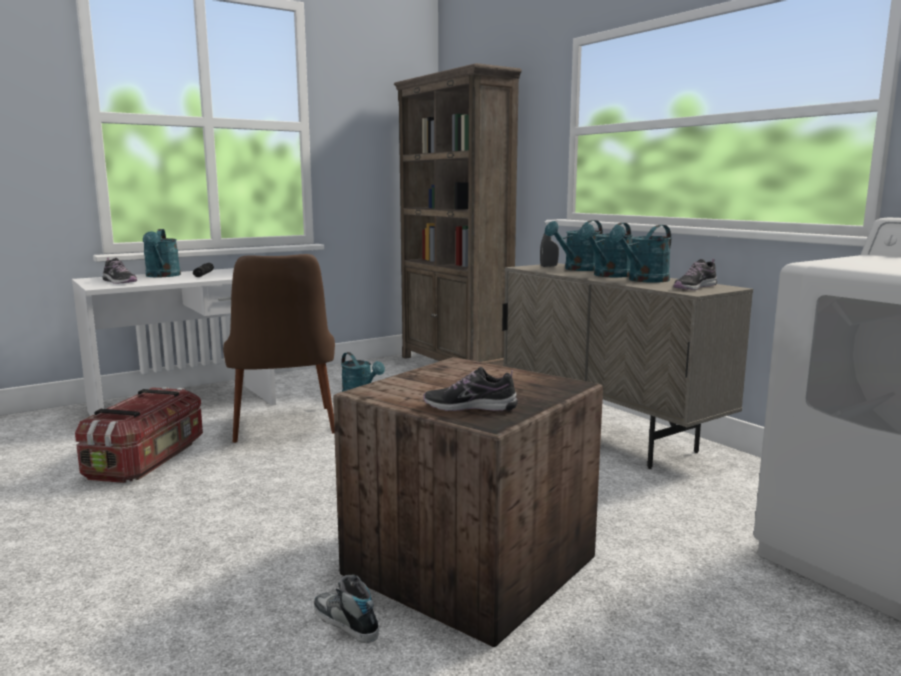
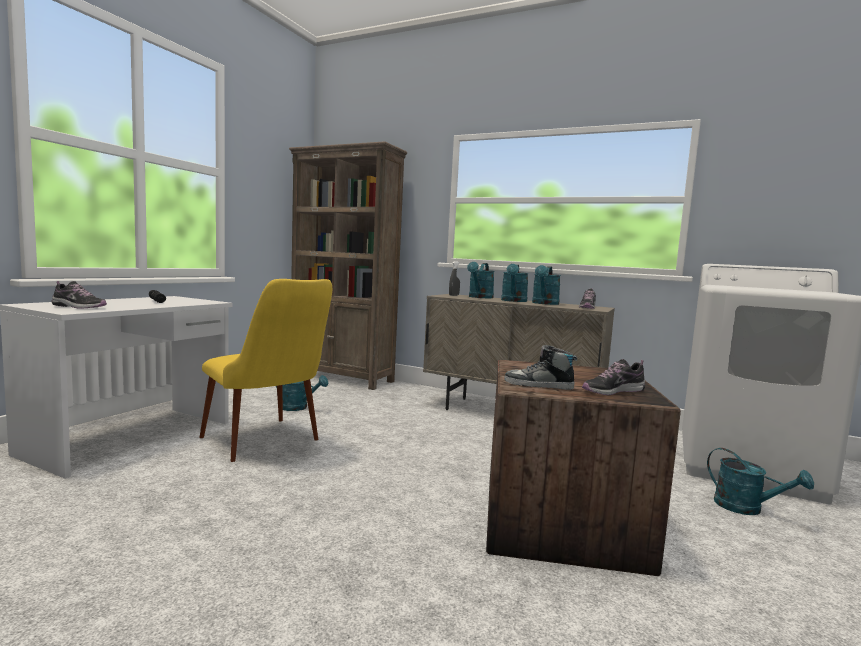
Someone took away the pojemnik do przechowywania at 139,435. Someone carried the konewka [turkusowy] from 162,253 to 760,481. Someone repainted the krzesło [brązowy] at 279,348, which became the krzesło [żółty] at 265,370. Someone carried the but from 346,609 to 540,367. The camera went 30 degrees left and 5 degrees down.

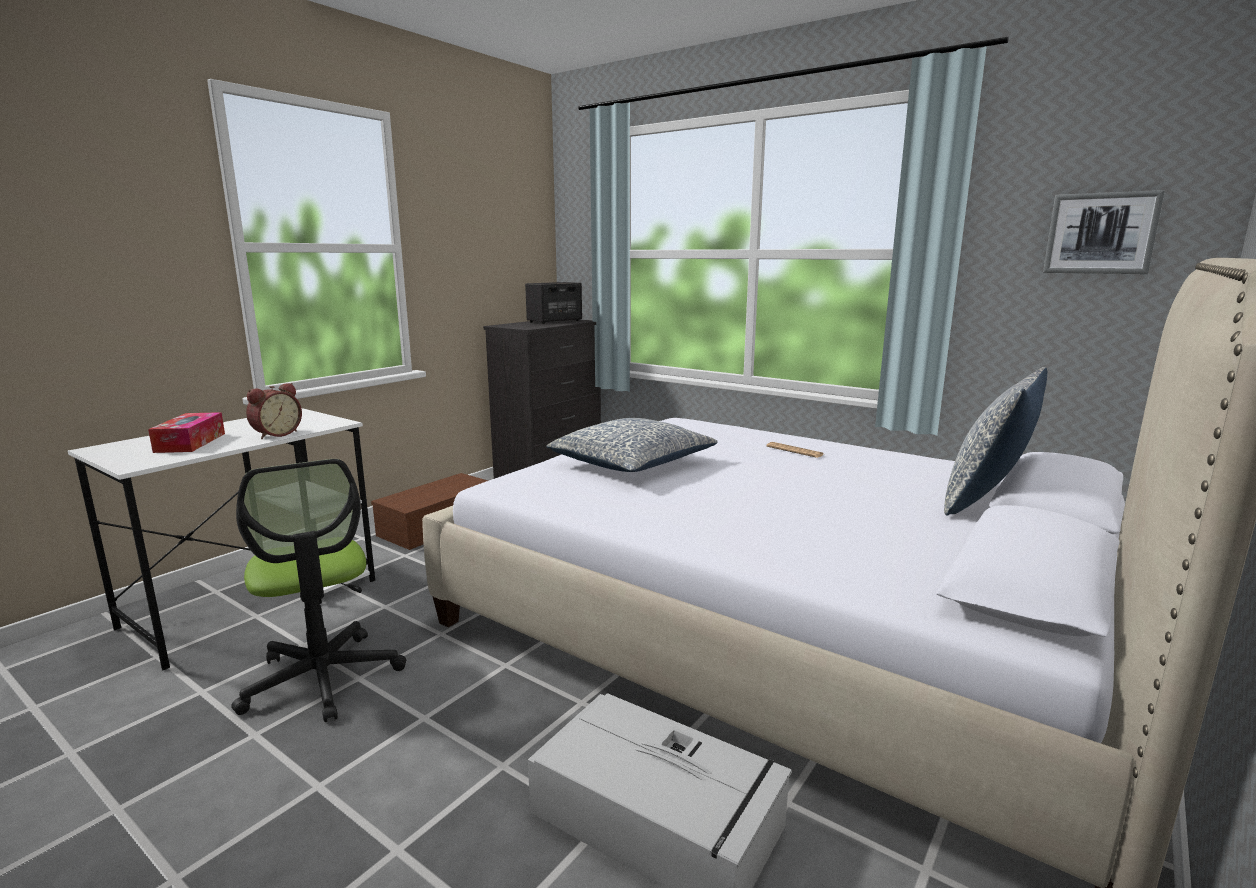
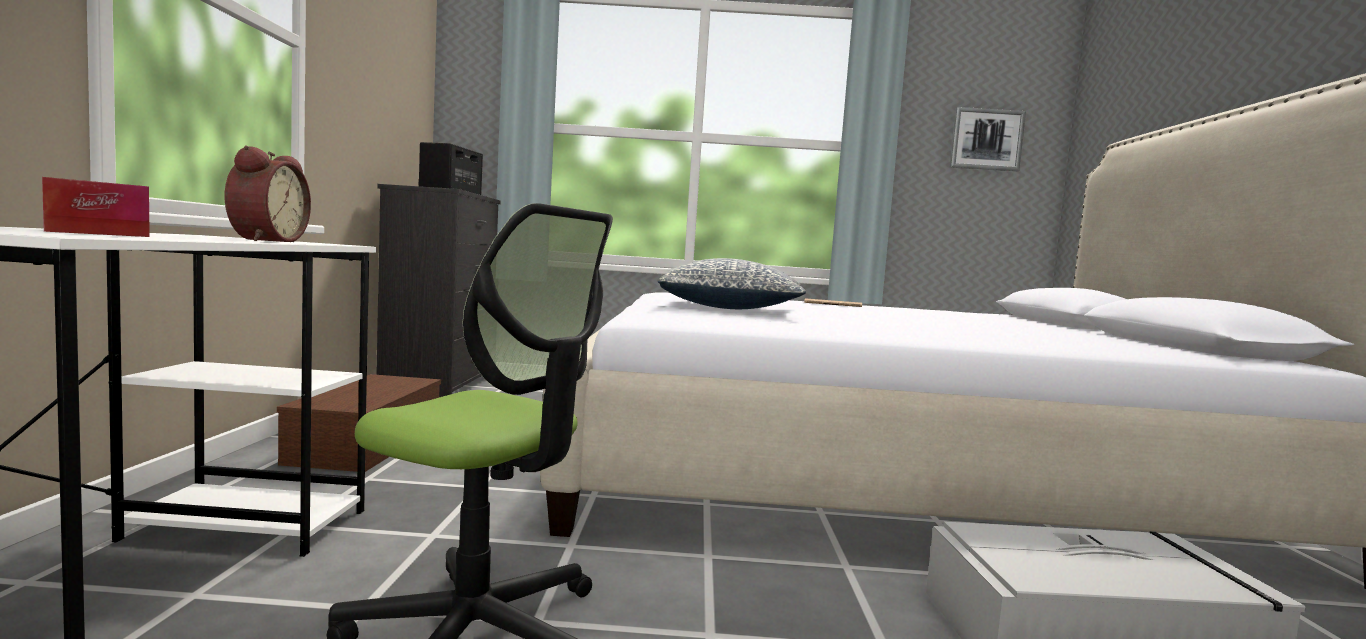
Someone took away the poduszka at 995,441. The camera went 35 degrees left and 10 degrees down.

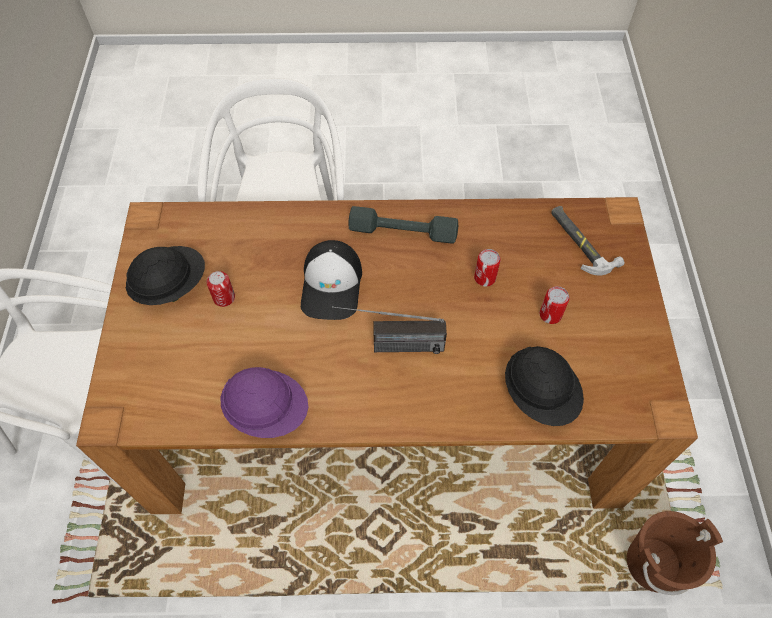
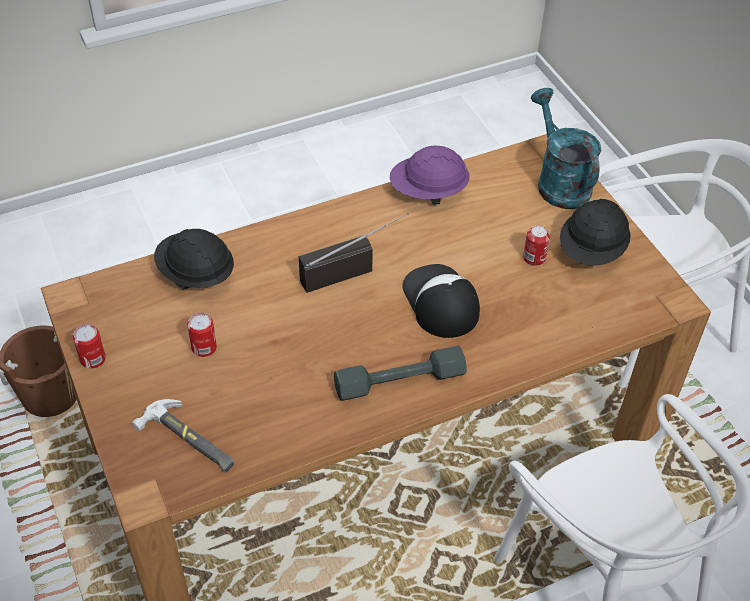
Someone carried the puszka from 487,267 to 89,346. Someone put down the konewka [turkusowy] at 566,148. The camera went 155 degrees right and 10 degrees down.

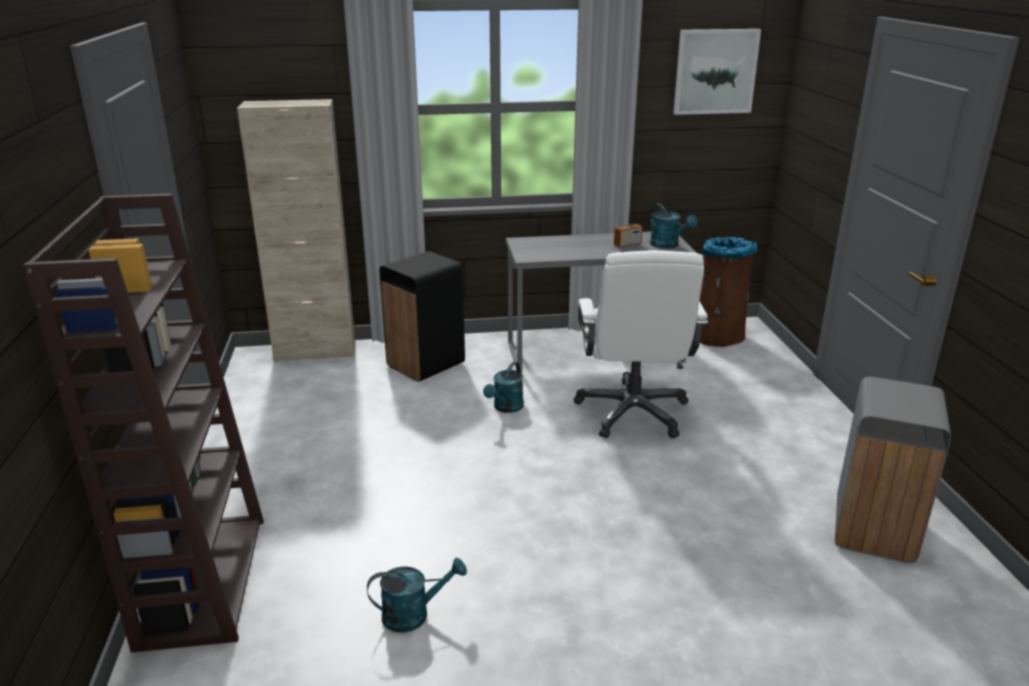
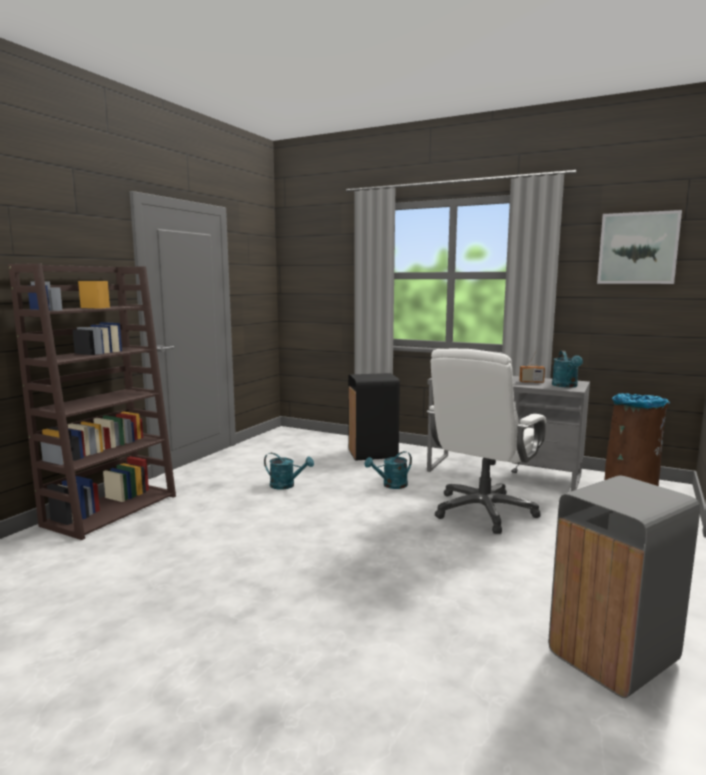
Someone took away the szafka [beżowy] at 296,230. Someone carried the konewka [turkusowy] from 417,595 to 289,471. The camera went 35 degrees right and 15 degrees down.

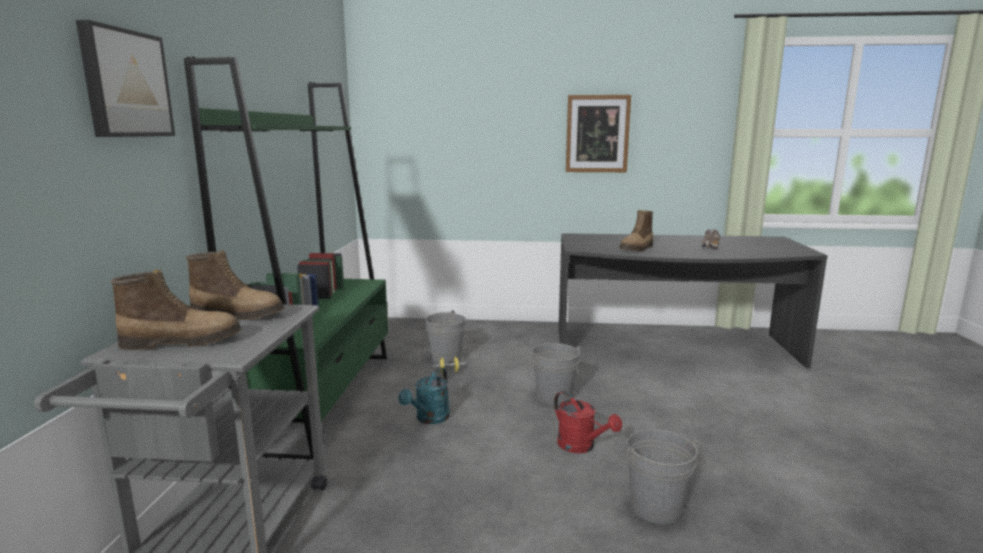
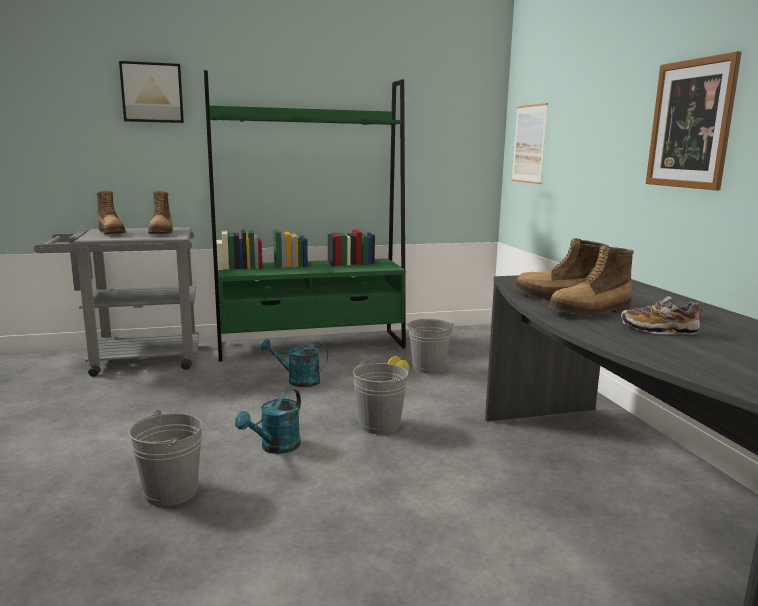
Someone repainted the konewka [czerwony] at 588,422, which became the konewka [turkusowy] at 268,421. Someone put up the obraz at 530,143. Someone put down the but z cholewką at 591,281. The camera went 70 degrees right and 0 degrees up.

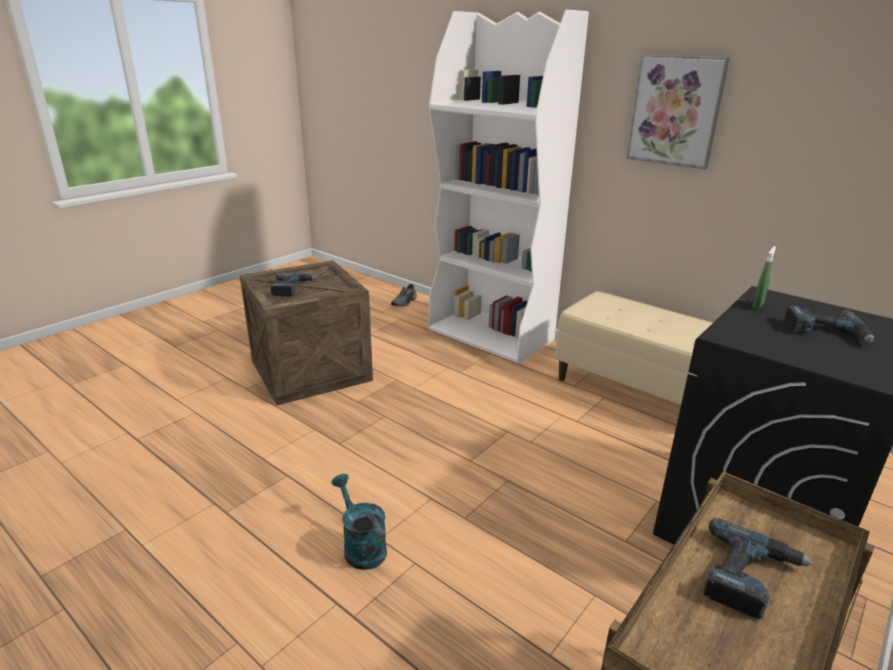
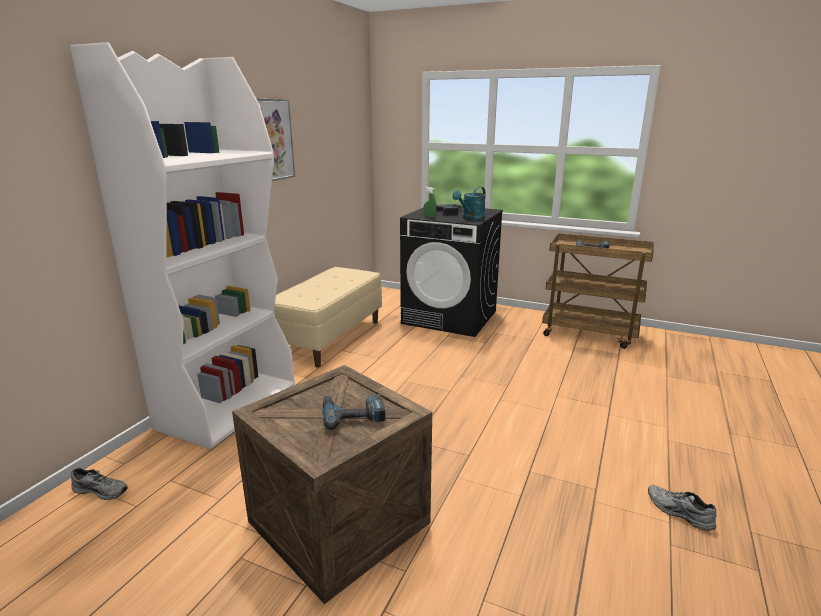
Someone carried the konewka [turkusowy] from 359,522 to 469,204. Someone put down the but [szary] at 682,508. The camera went 105 degrees left and 5 degrees down.

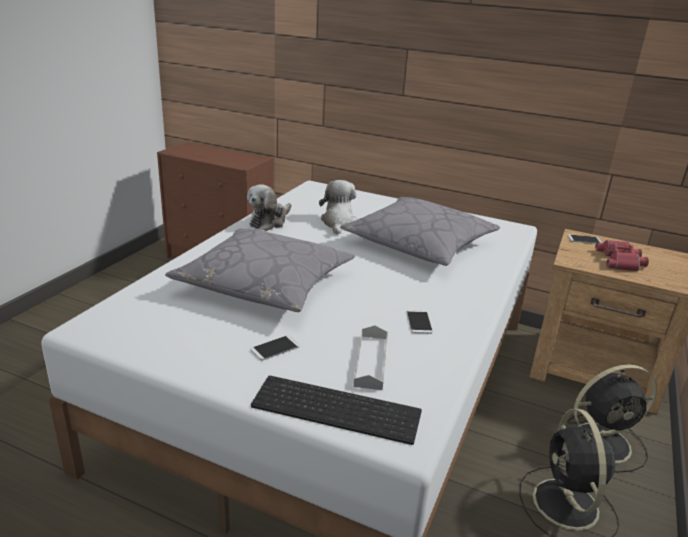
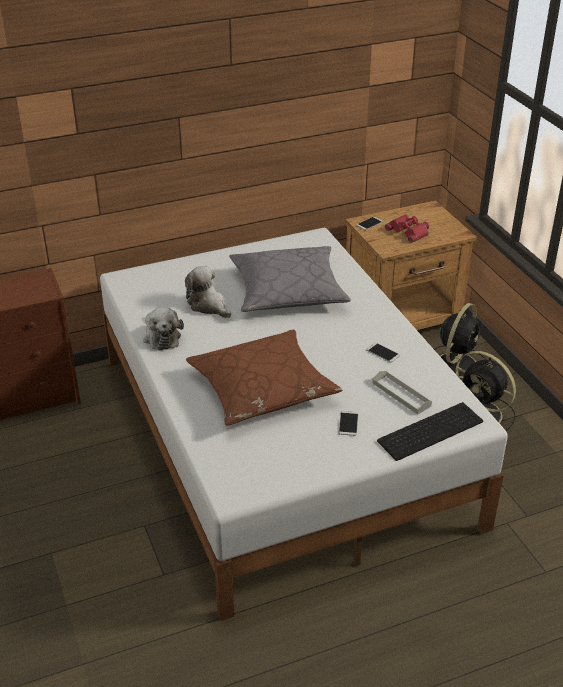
Someone repainted the poduszka [szary] at 260,270, which became the poduszka [brązowy] at 264,377. The camera went 45 degrees left and 10 degrees up.

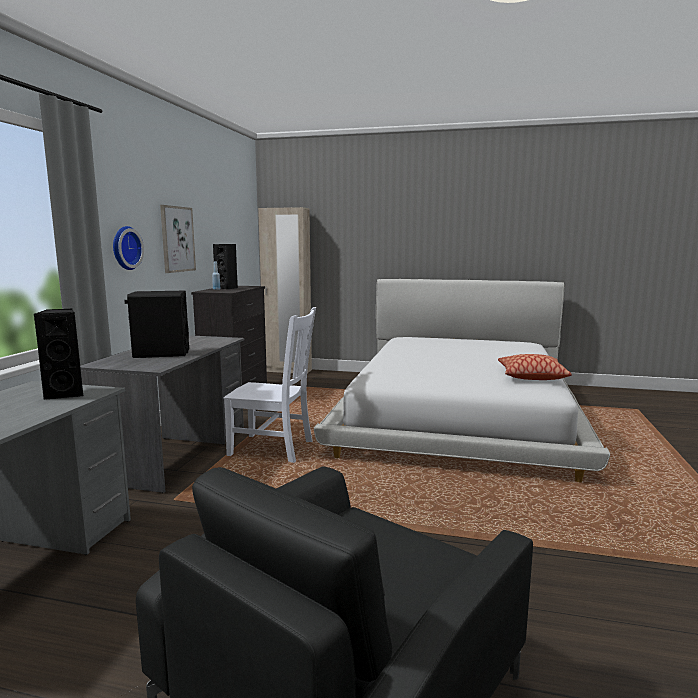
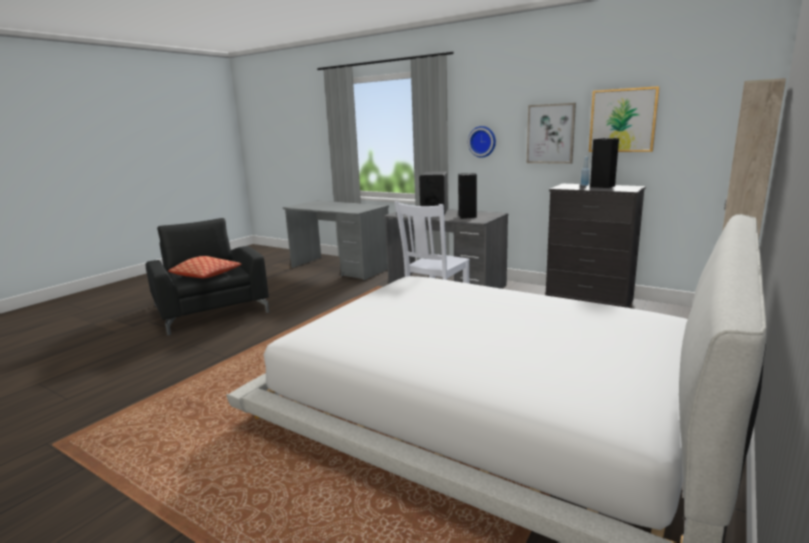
Someone carried the głośnik [czarny] from 58,354 to 467,196. Someone carried the poduszka from 535,367 to 204,267. Someone put up the obraz at 624,119. The camera went 110 degrees right and 5 degrees up.

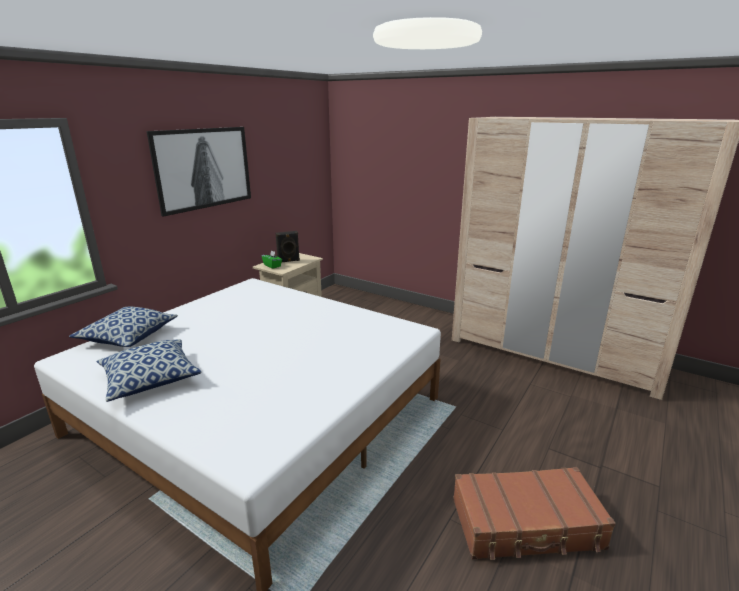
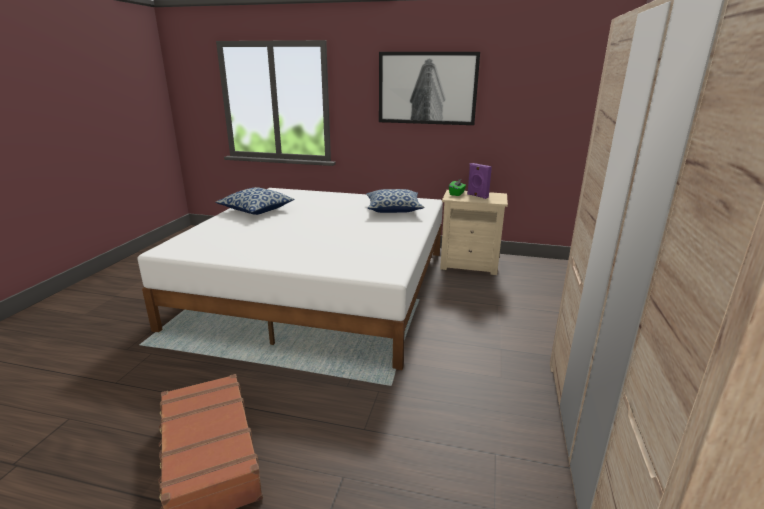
Someone carried the poduszka from 123,327 to 395,201. Someone repainted the głośnik [czarny] at 288,247, which became the głośnik [fioletowy] at 479,181. The camera went 70 degrees right and 0 degrees up.

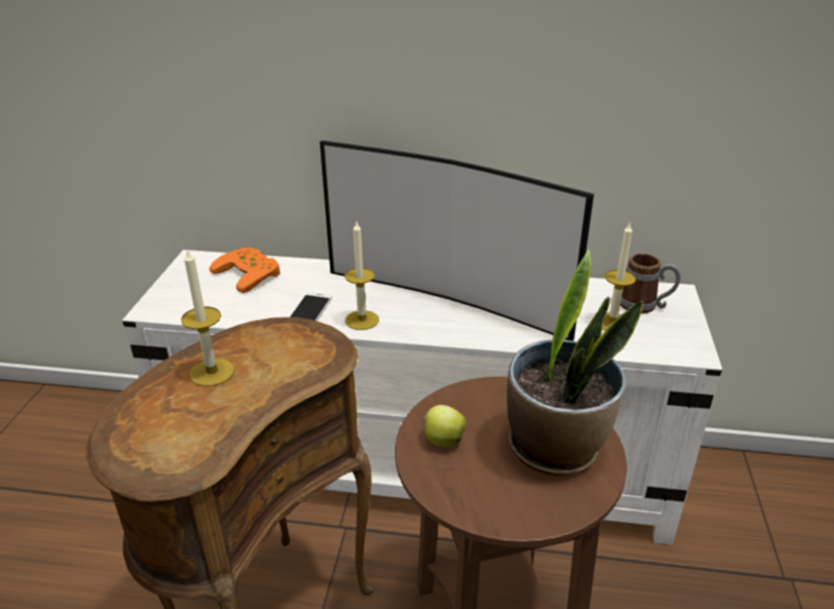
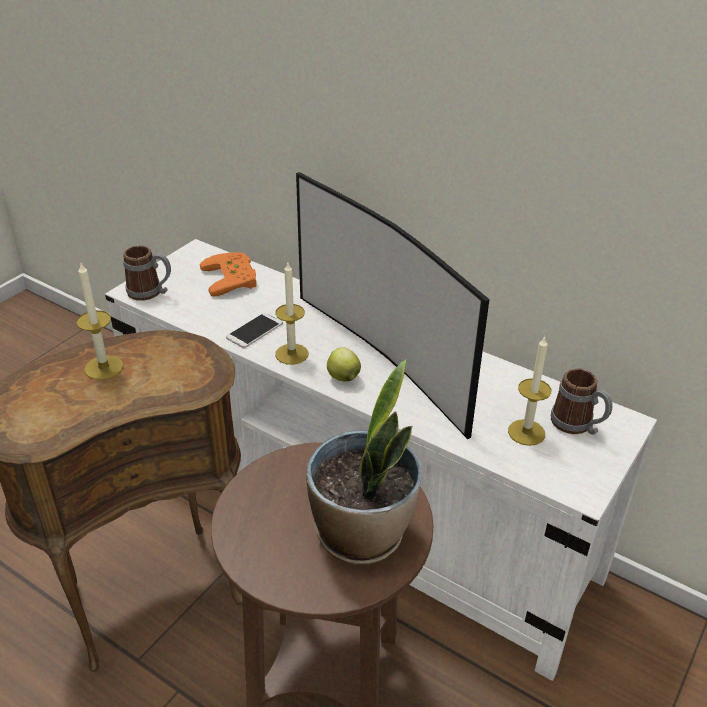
Someone carried the jabłko from 445,425 to 344,364. Someone put down the kubek at 147,273. The camera went 25 degrees right and 5 degrees up.

